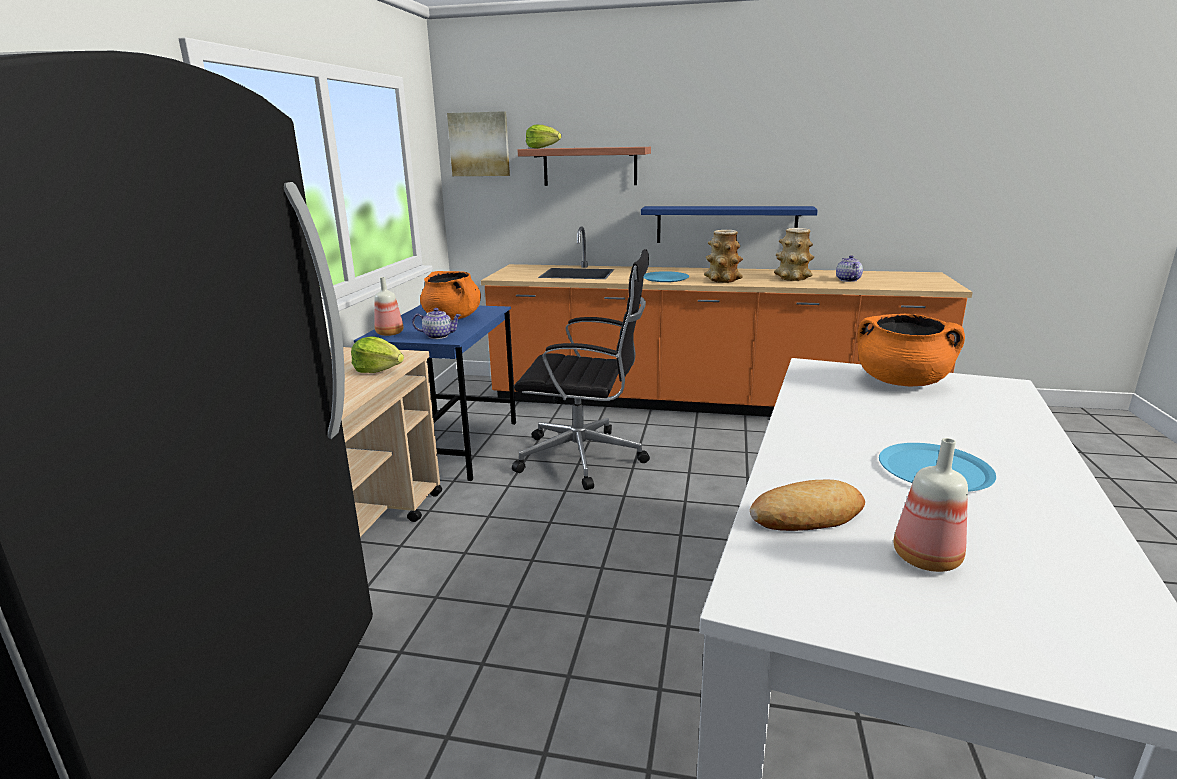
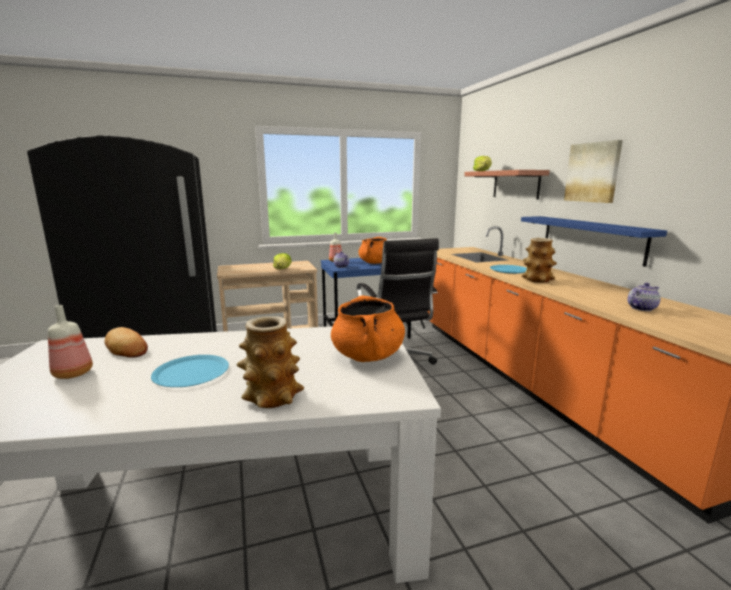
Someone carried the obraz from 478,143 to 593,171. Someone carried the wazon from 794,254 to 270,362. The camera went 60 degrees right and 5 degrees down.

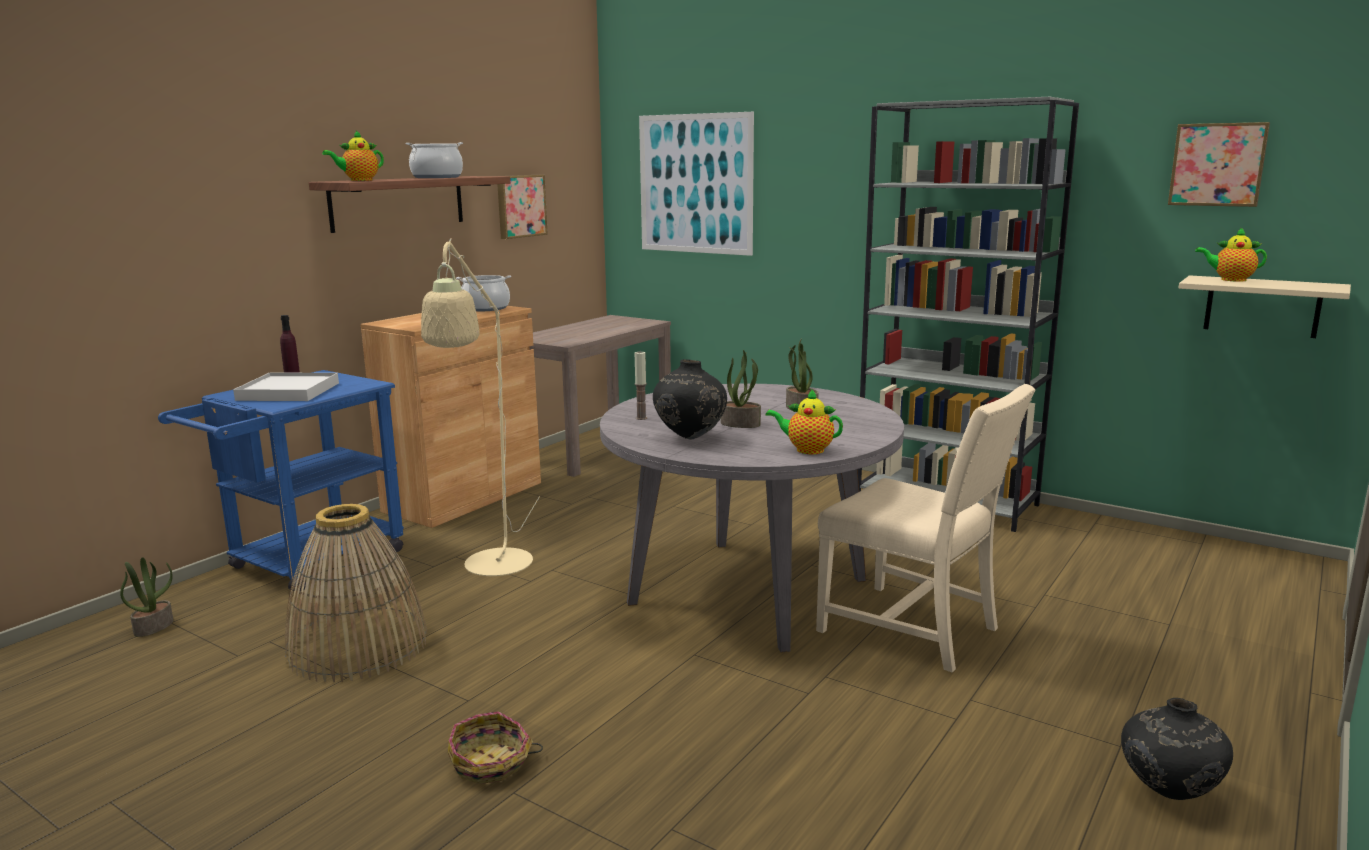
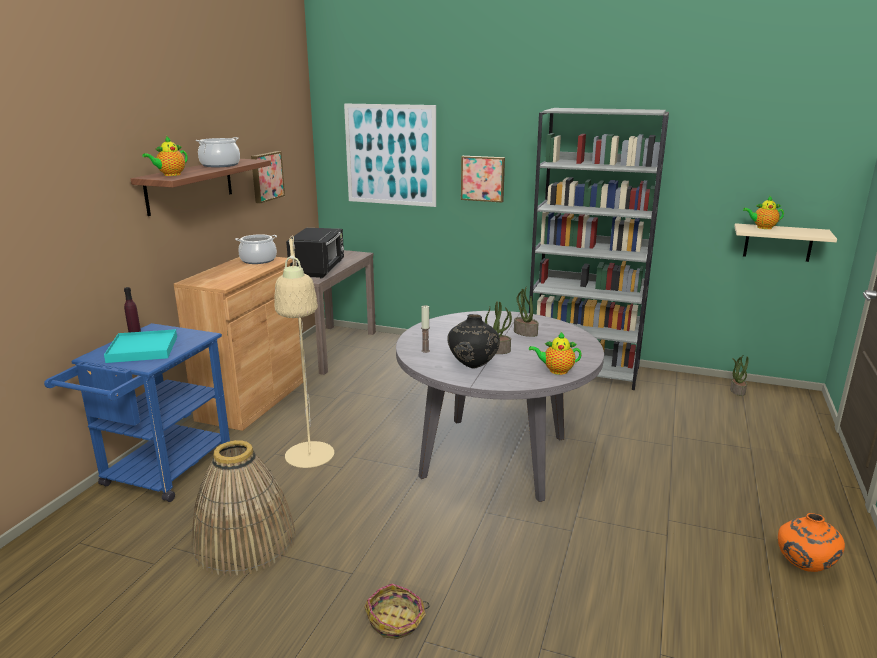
Someone carried the roślina doniczkowa from 146,597 to 739,375. Someone repainted the taca [biały] at 286,387, which became the taca [turkusowy] at 140,346. Someone took away the krzesło [beżowy] at 925,528. Someone repainted the wazon [czarny] at 1177,749, which became the wazon [pomarańczowy] at 811,542. Someone carried the obraz from 1219,164 to 483,179. Someone put down the mikrofalówka [czarny] at 315,253. The camera went 15 degrees left and 5 degrees up.

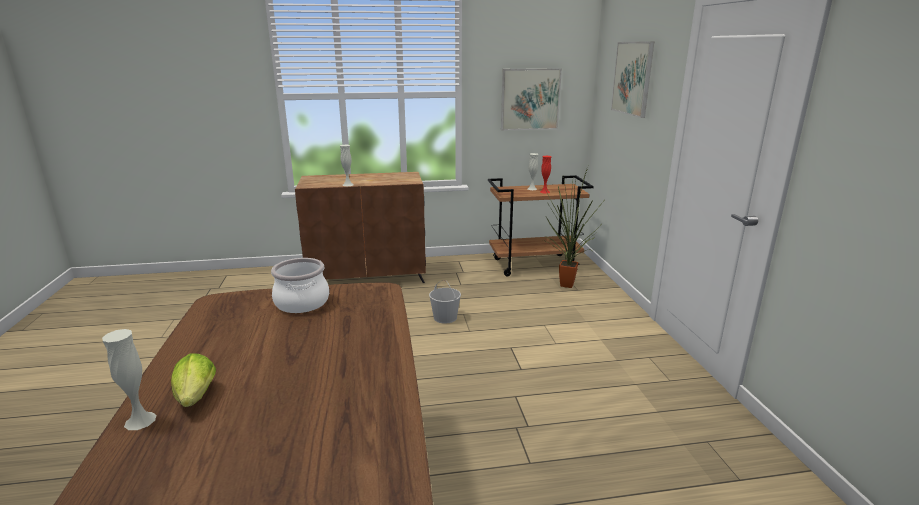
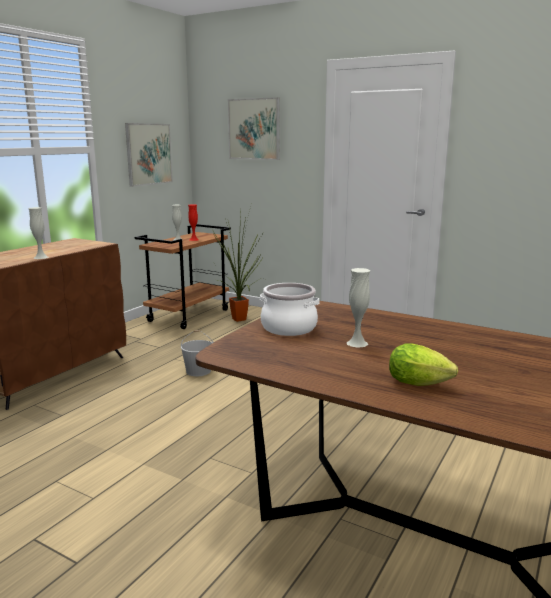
Someone carried the wazon [biały] from 129,379 to 358,308. The camera went 50 degrees left and 5 degrees down.

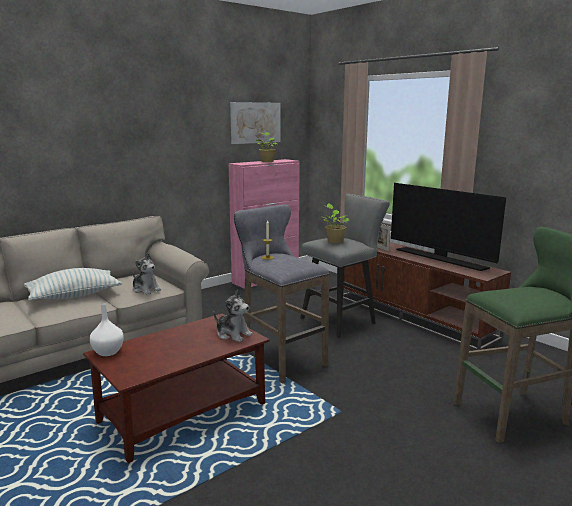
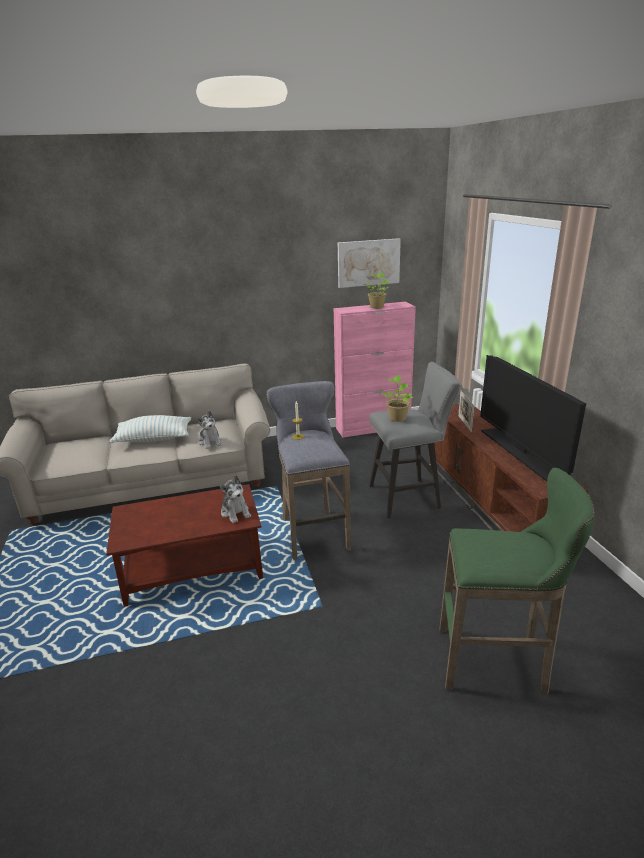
Someone took away the wazon [biały] at 107,329. The camera went 25 degrees right and 10 degrees up.

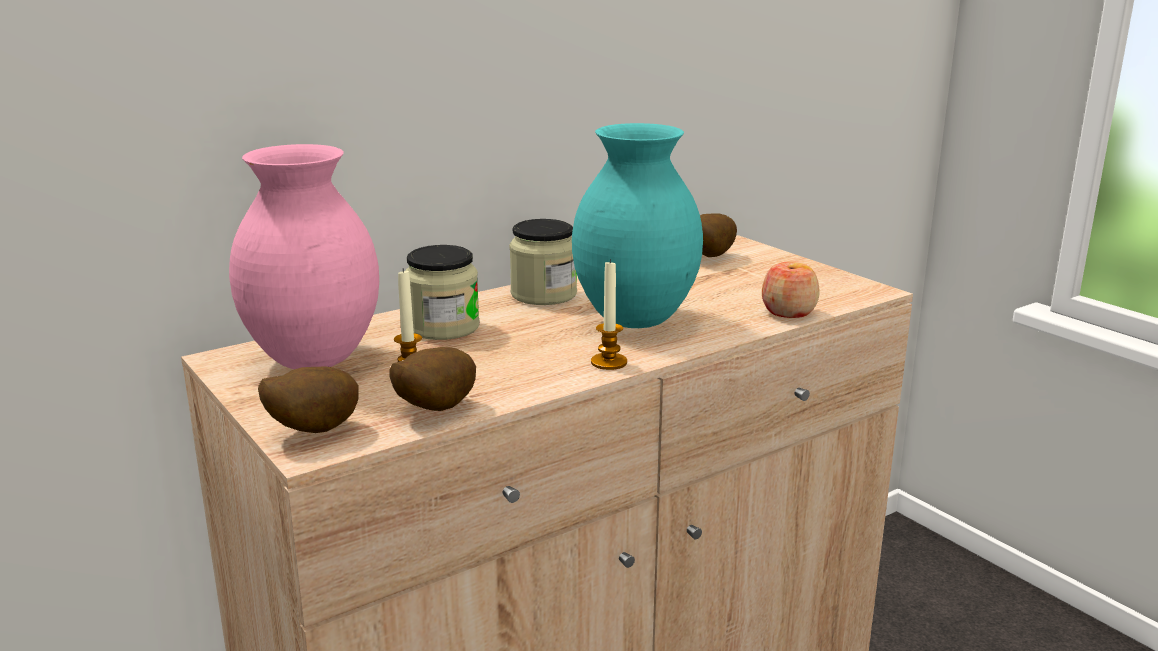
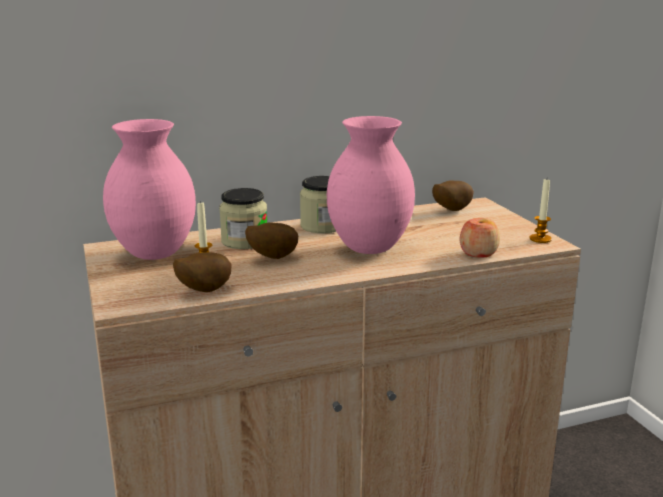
Someone carried the ziemniak from 308,399 to 271,240. Someone repainted the wazon [turkusowy] at 637,225, which became the wazon [różowy] at 371,185. Someone carried the świeca from 609,314 to 540,211. The camera went 15 degrees right and 0 degrees up.

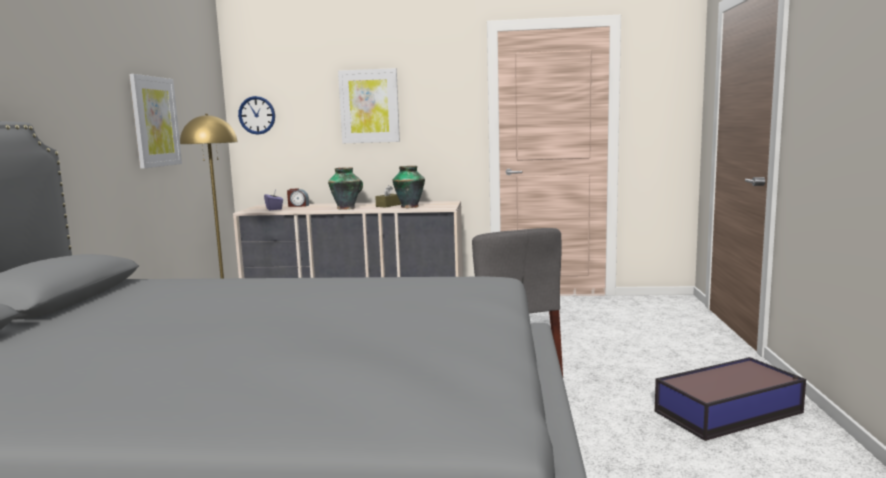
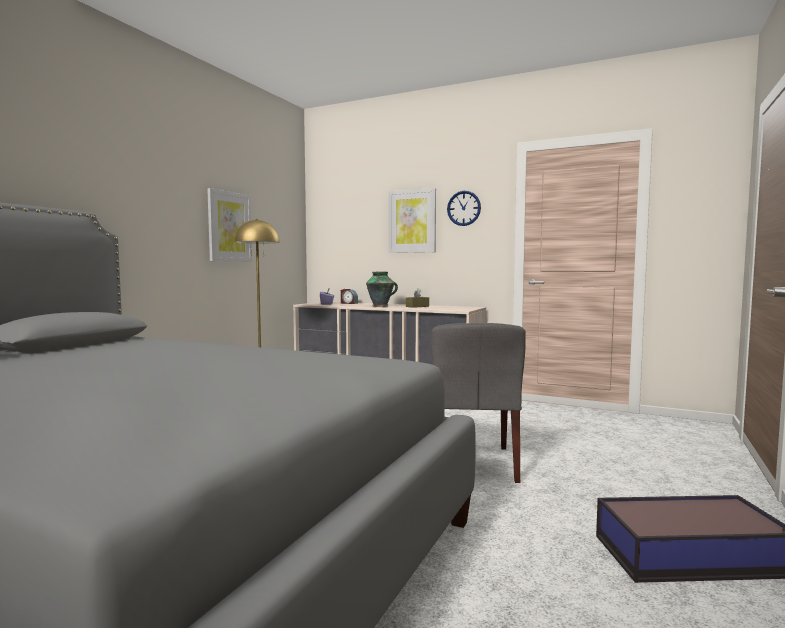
Someone carried the zegar ścienny from 256,115 to 464,208. Someone took away the wazon at 408,187. The camera went 20 degrees right and 5 degrees down.

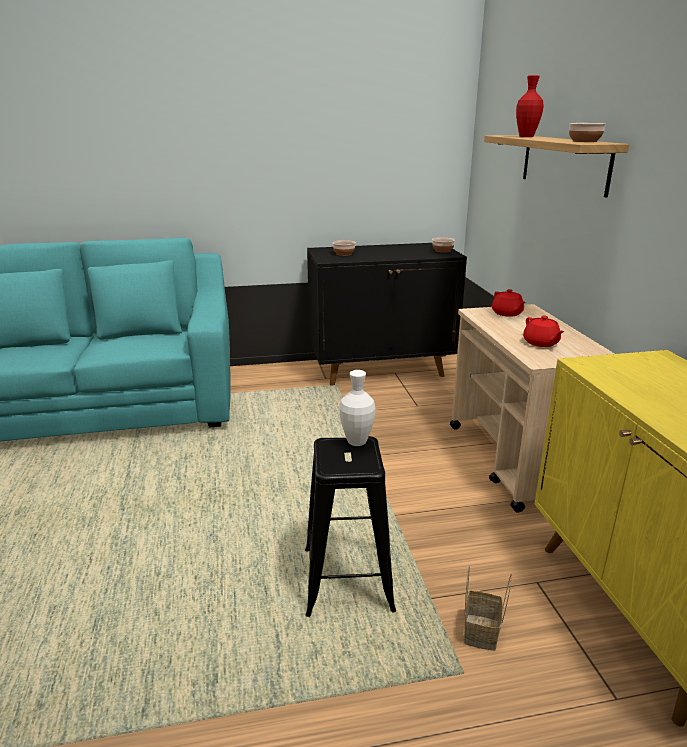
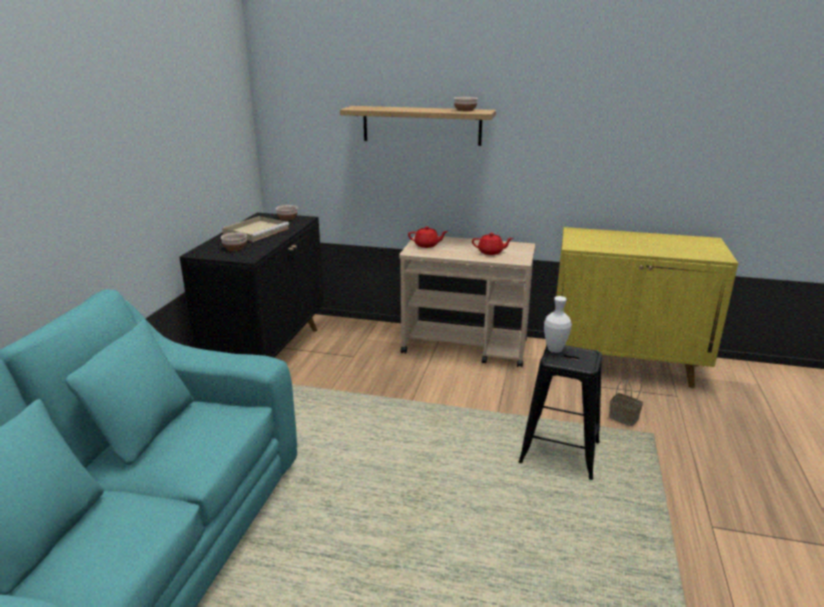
Someone took away the wazon [czerwony] at 530,106. Someone put down the taca [beżowy] at 255,229. The camera went 65 degrees left and 0 degrees up.

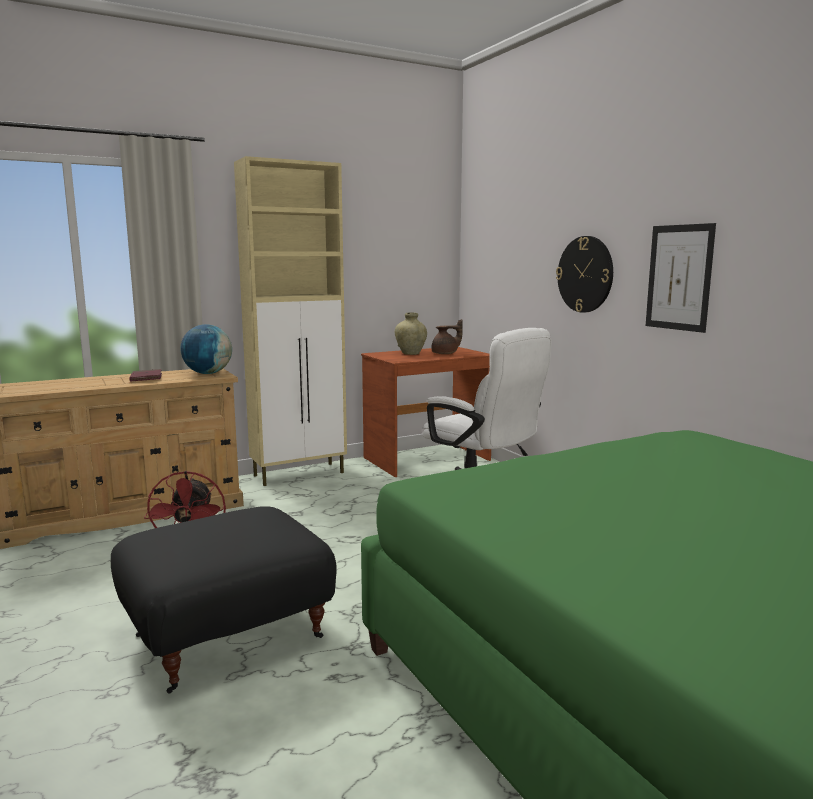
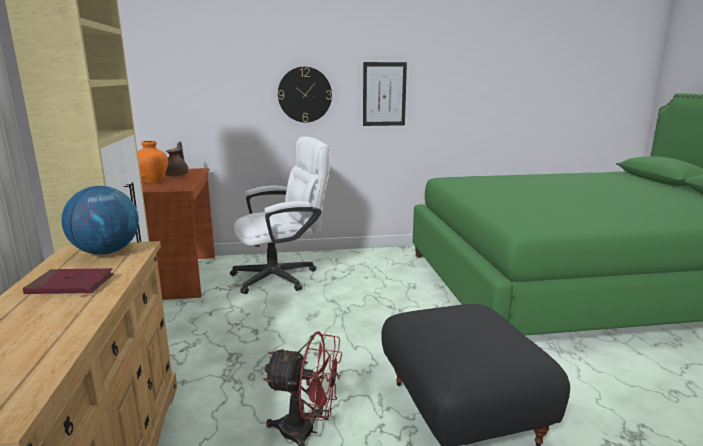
Someone repainted the wazon [beżowy] at 411,333, which became the wazon [pomarańczowy] at 152,162. The camera went 70 degrees left and 5 degrees up.

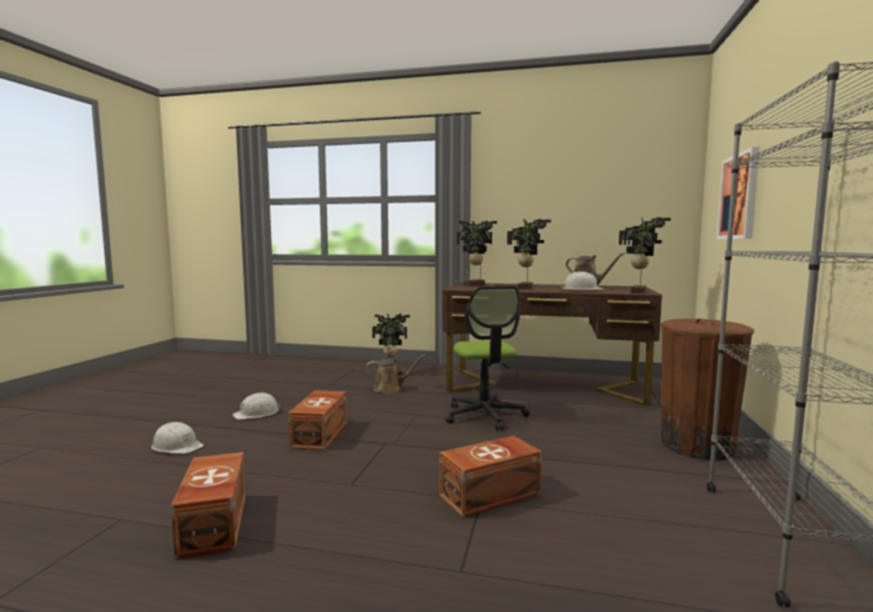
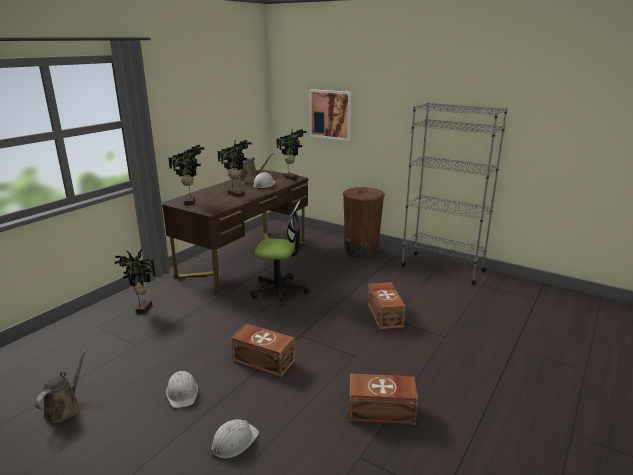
Someone carried the konewka [brązowy] from 396,374 to 61,386. The camera went 70 degrees left and 15 degrees up.

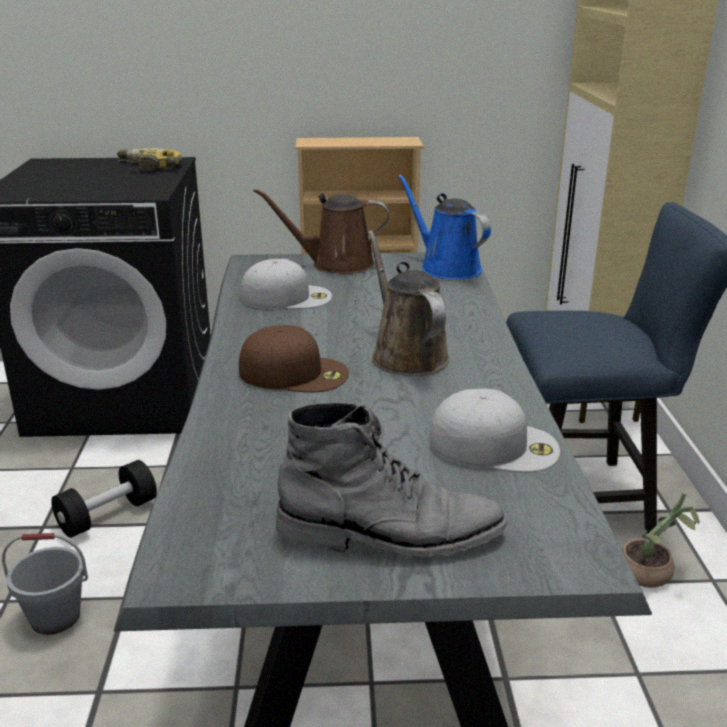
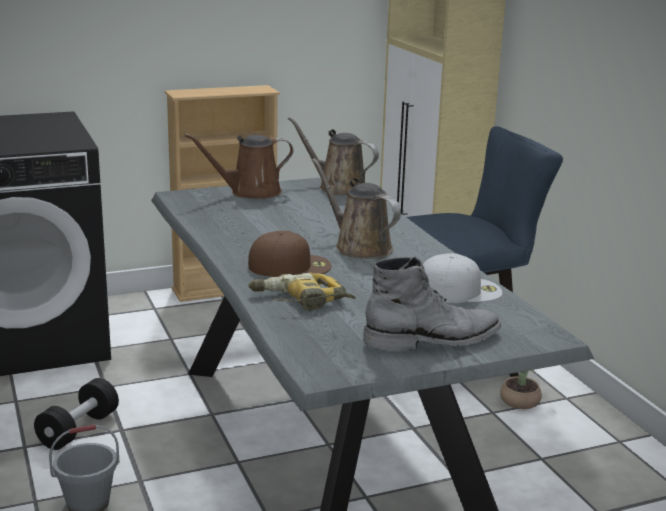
Someone carried the wiertarka from 149,159 to 302,291. Someone took away the czapka z daszkiem [biały] at 286,284. Someone repainted the konewka [niebieski] at 444,226, which became the konewka [brązowy] at 333,156. The camera went 20 degrees left and 5 degrees down.

